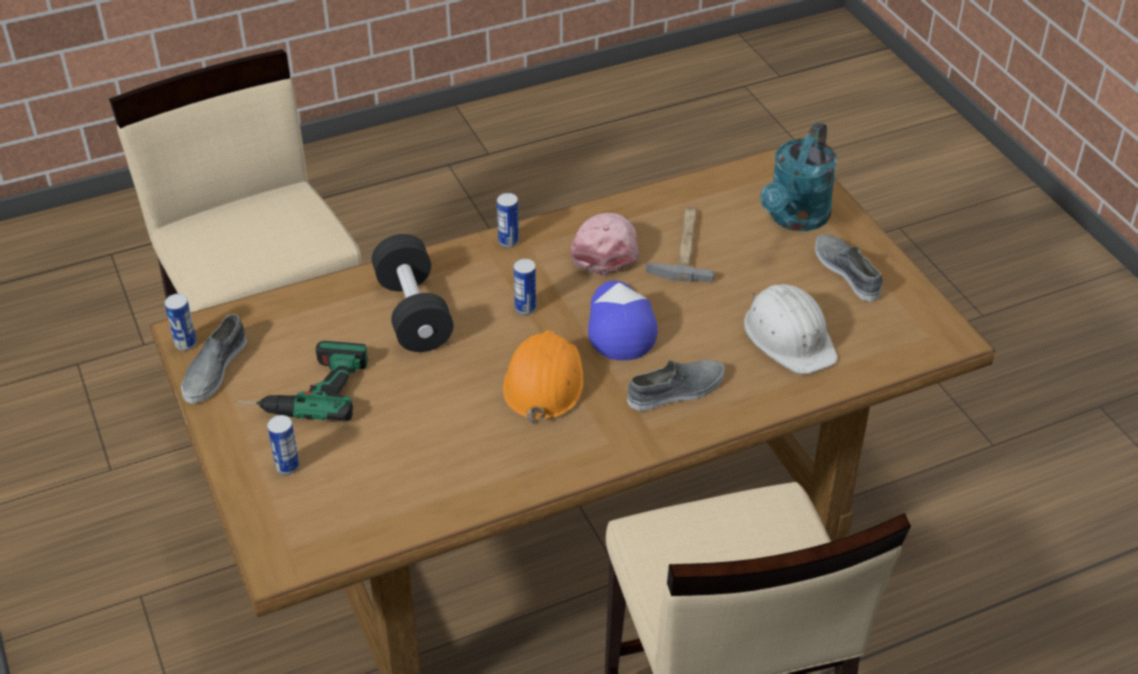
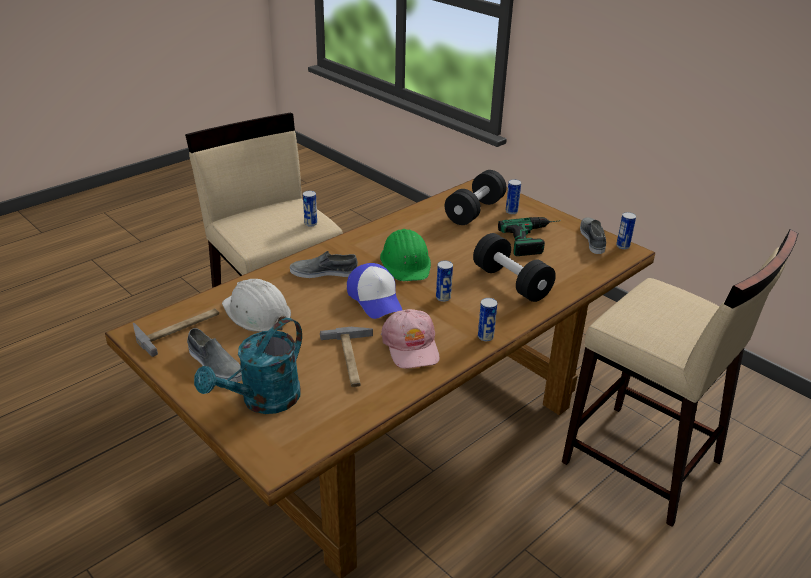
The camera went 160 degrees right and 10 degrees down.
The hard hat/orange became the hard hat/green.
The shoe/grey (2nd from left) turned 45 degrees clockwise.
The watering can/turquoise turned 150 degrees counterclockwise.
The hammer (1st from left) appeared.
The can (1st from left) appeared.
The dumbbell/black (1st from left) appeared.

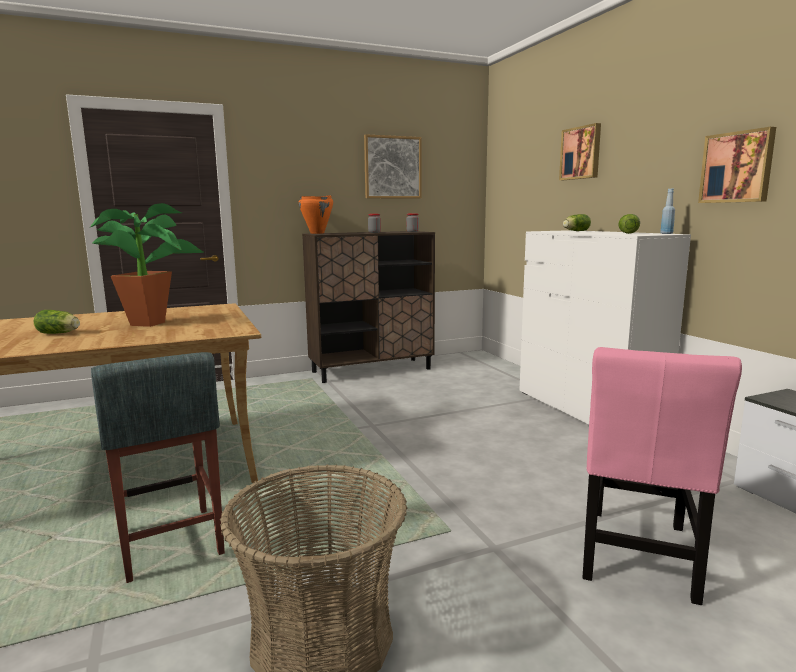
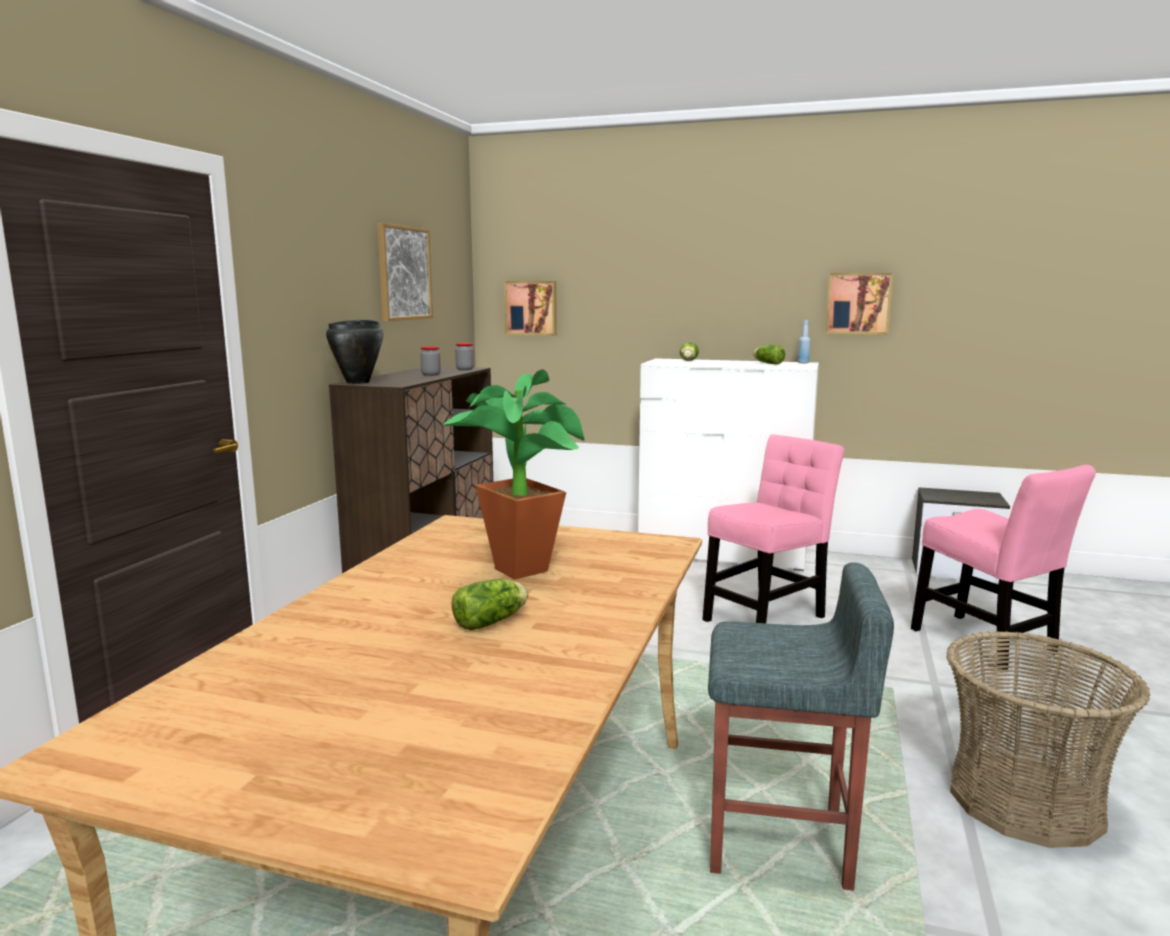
The camera went 50 degrees left and 0 degrees up.
The cooking pot/orange became the cooking pot/black.
The picture (2nd from left) moved.
The chair/pink (1st from left) appeared.

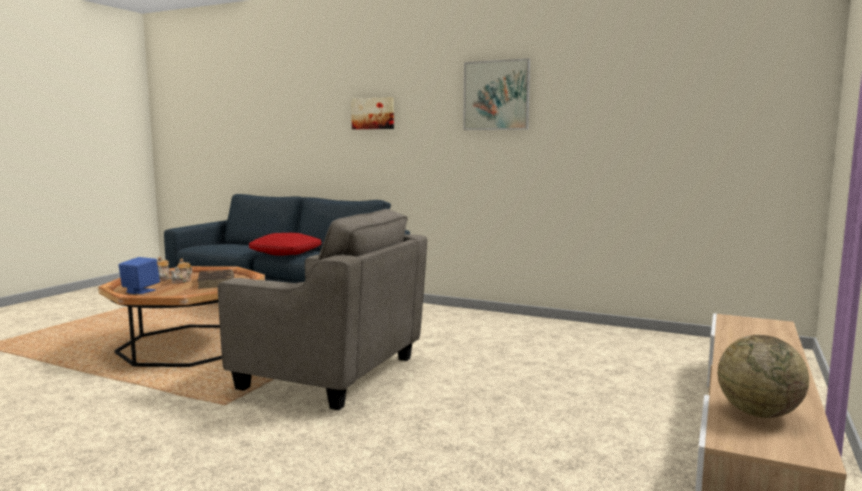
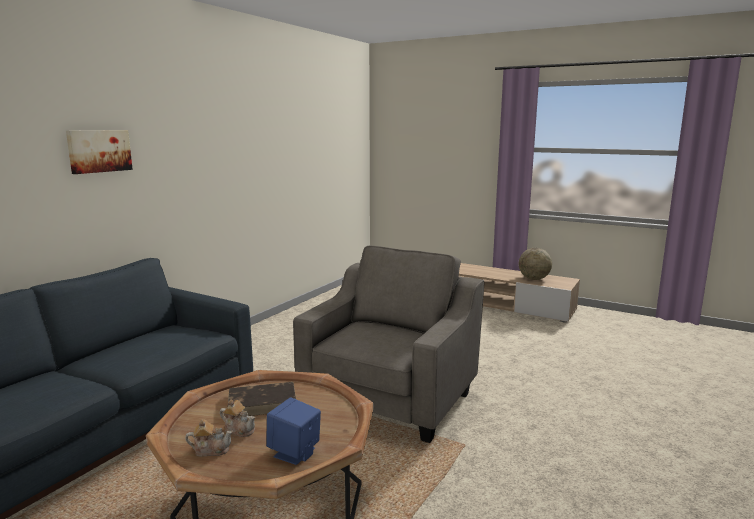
The camera went 85 degrees left and 5 degrees up.
The pillow/red disappeared.
The picture (2nd from left) disappeared.

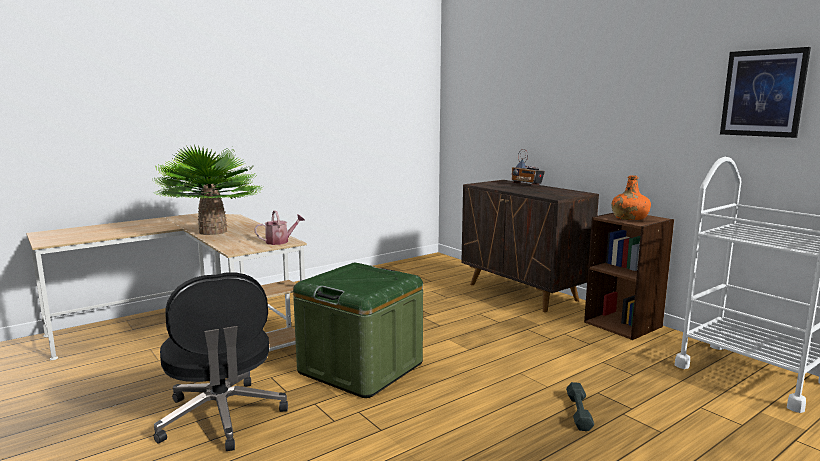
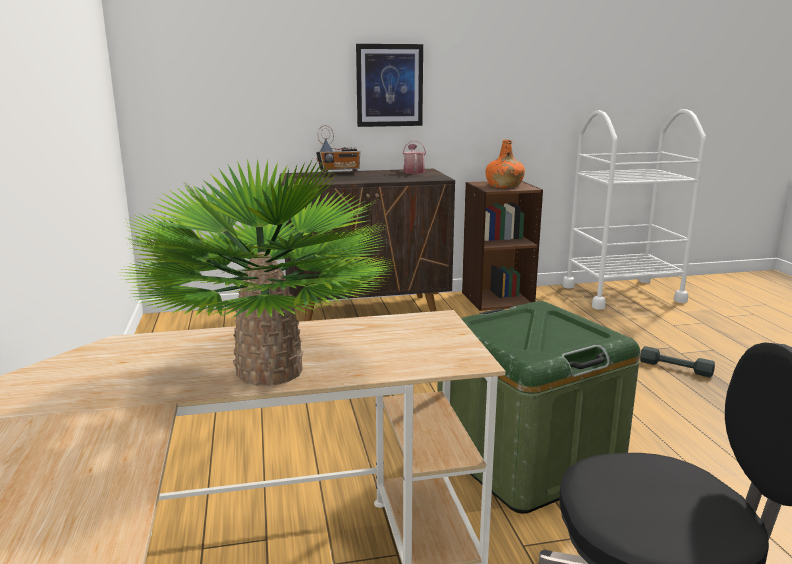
The camera went 65 degrees left and 5 degrees up.
The watering can moved.
The picture moved.

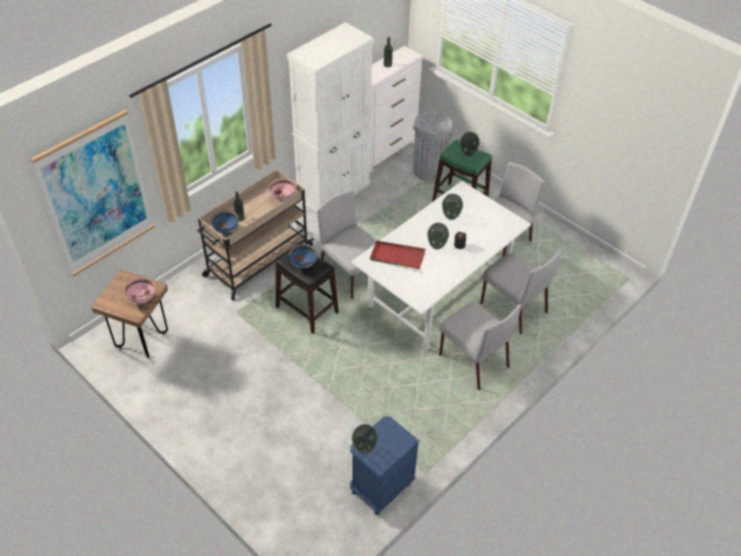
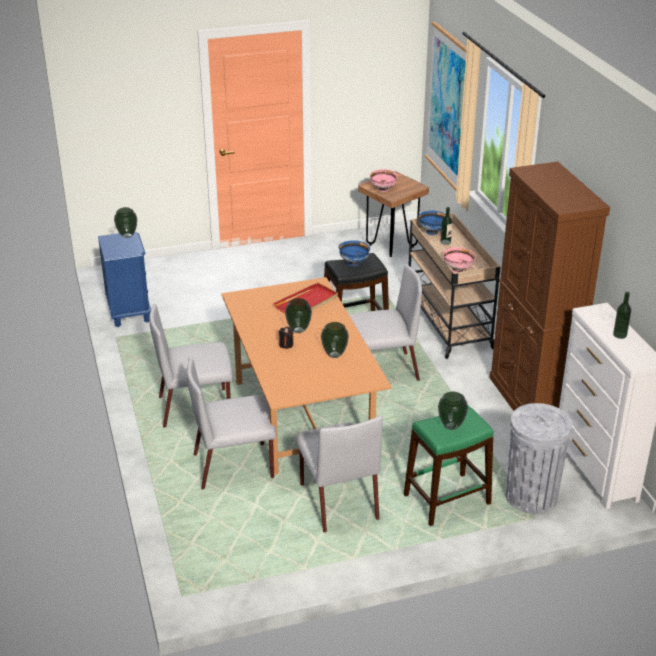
The camera went 120 degrees right and 15 degrees down.
The cabinet/white became the cabinet/brown.
The dining table/white became the dining table/brown.

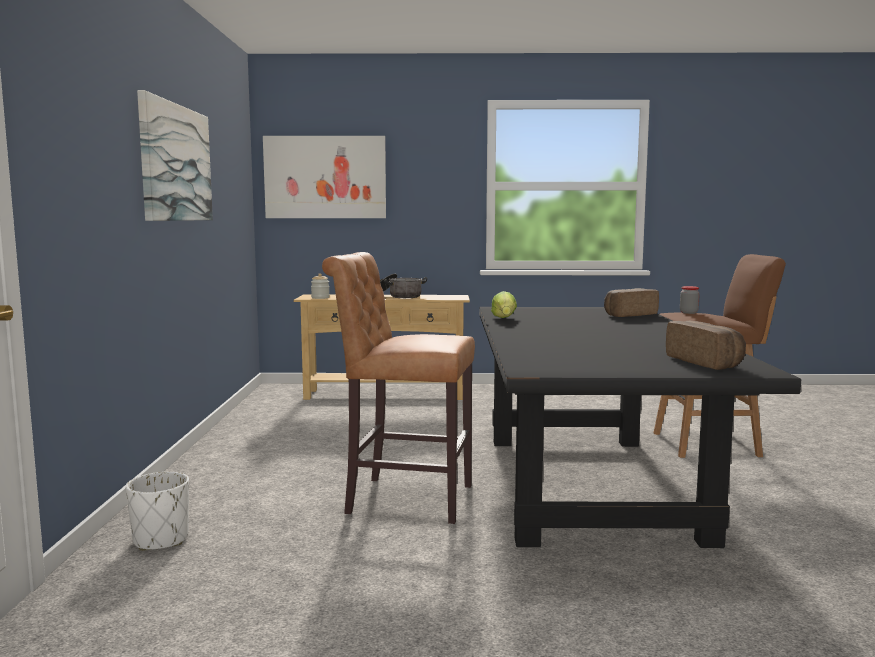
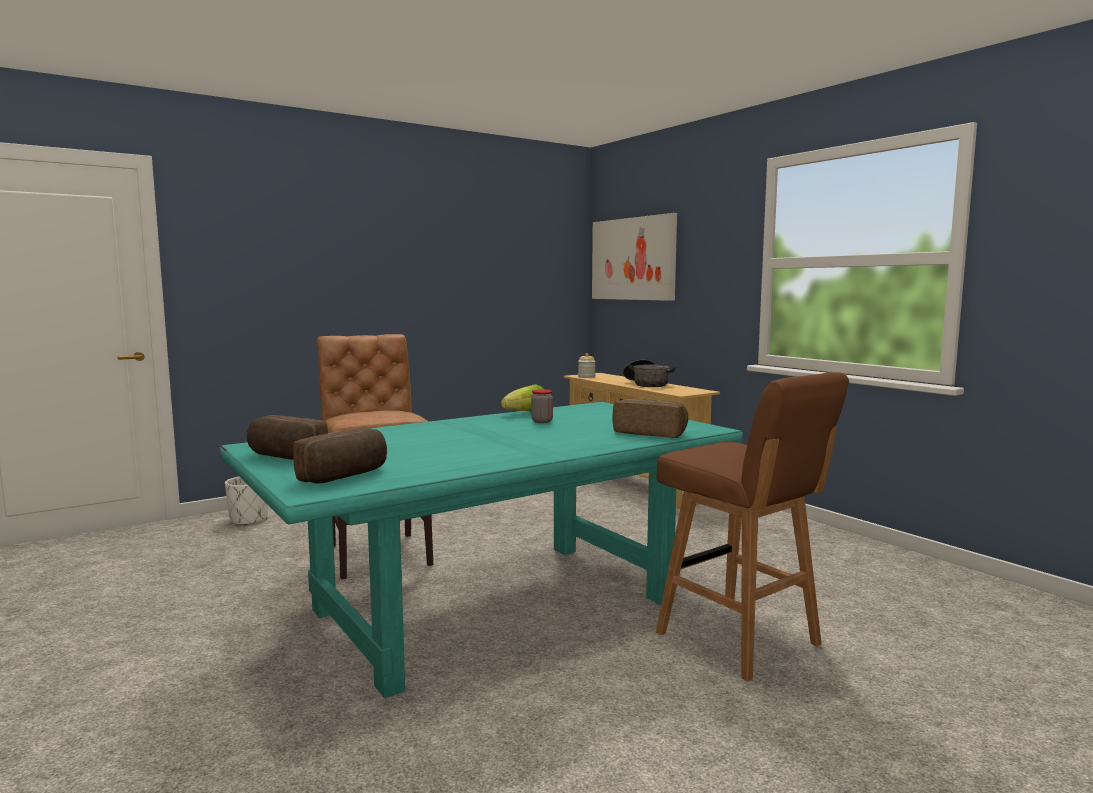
The camera went 55 degrees right and 0 degrees up.
The picture (1st from left) disappeared.
The dining table/black became the dining table/turquoise.
The jar (2nd from left in the first image) moved.
The bread (1st from left) appeared.

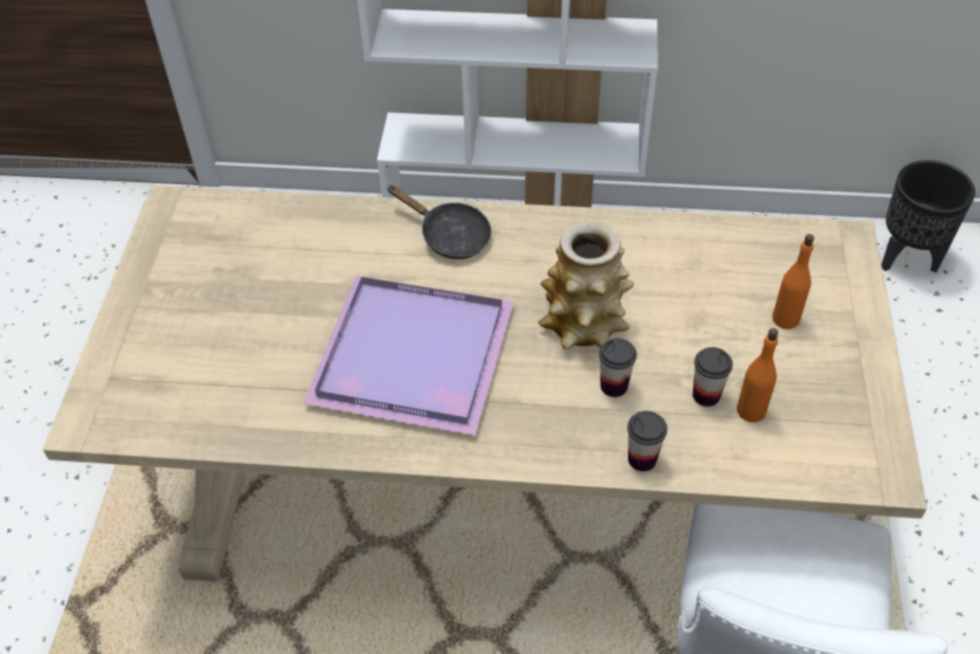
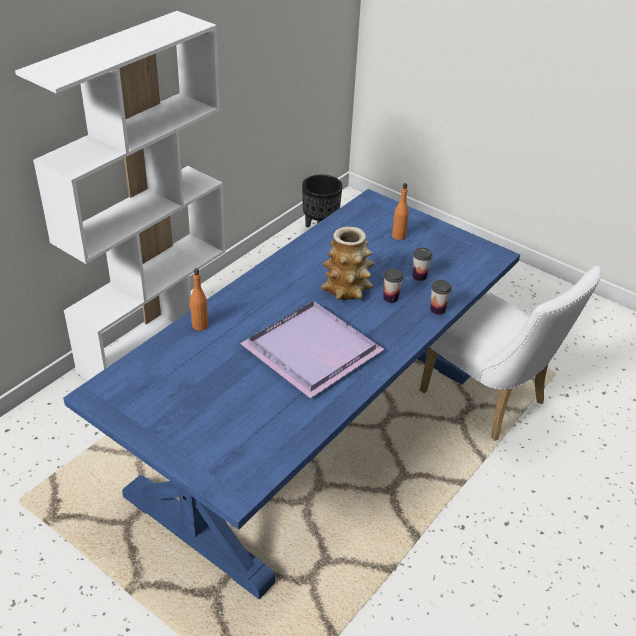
The camera went 60 degrees left and 10 degrees down.
The dining table/beige became the dining table/blue.
The frying pan/black disappeared.
The bottle/orange (1st from left) moved.

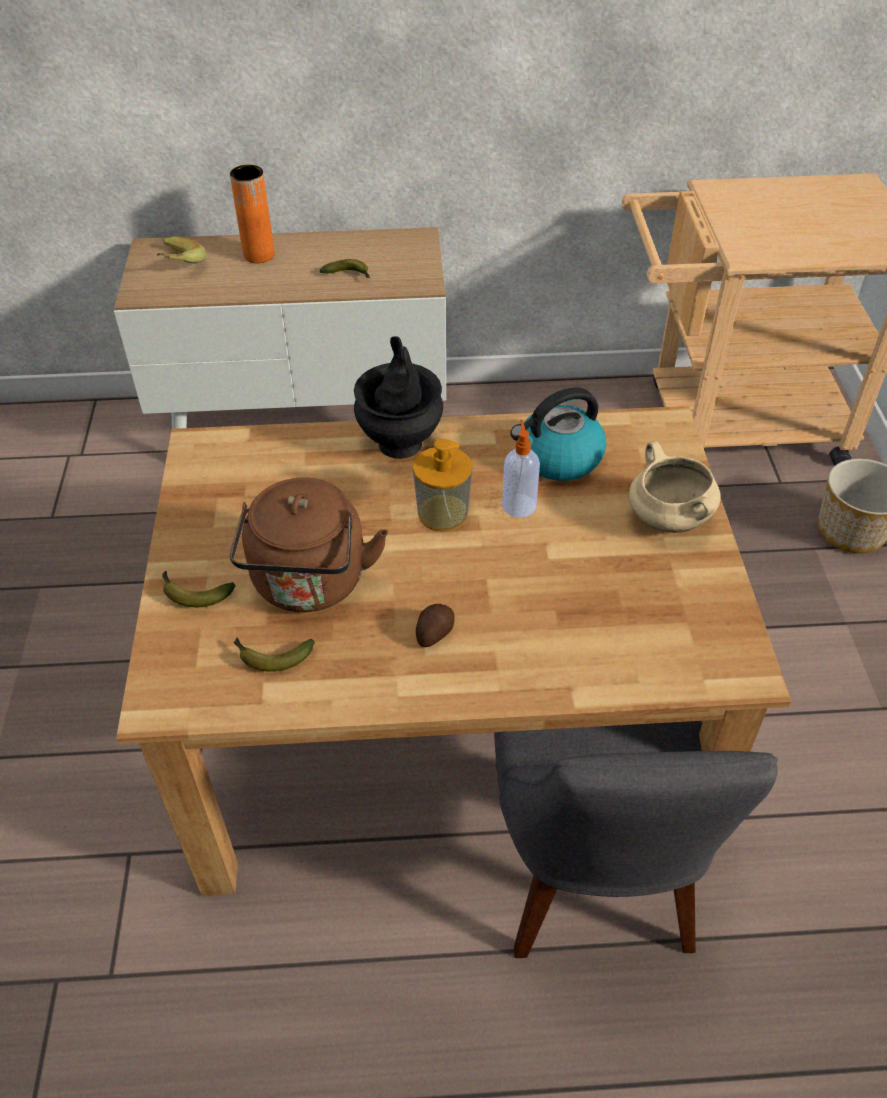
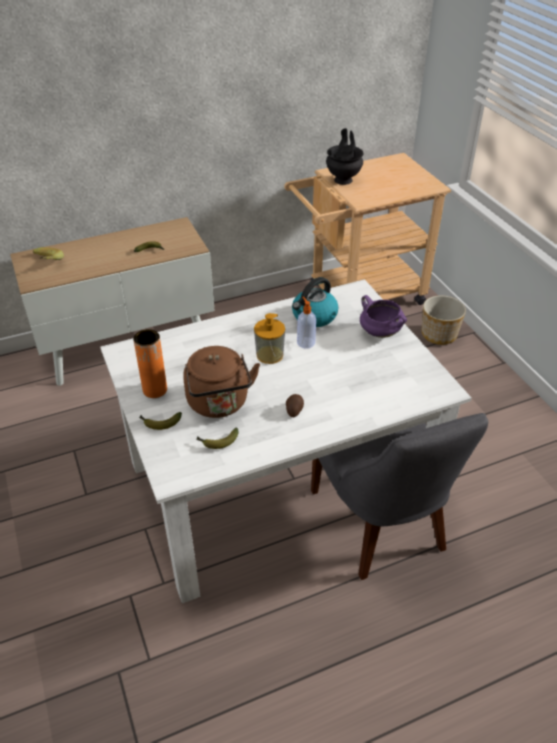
The camera went 20 degrees left and 5 degrees down.
The dining table/brown became the dining table/white.
The vase/orange moved.
The vase/black moved.
The cooking pot/beige became the cooking pot/purple.

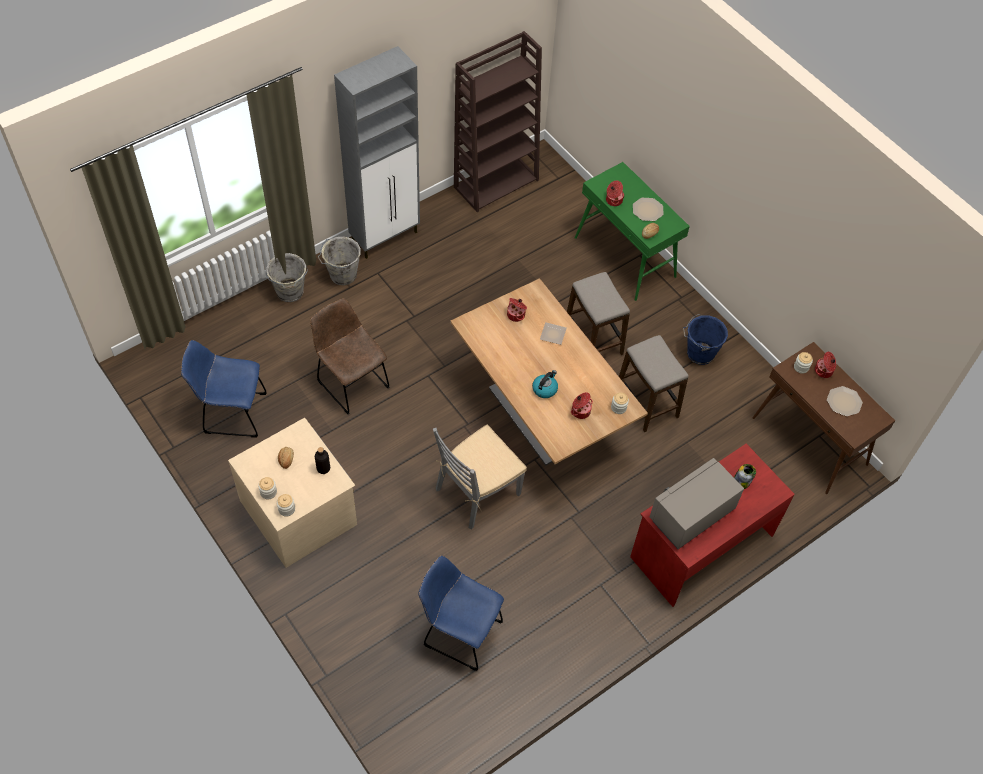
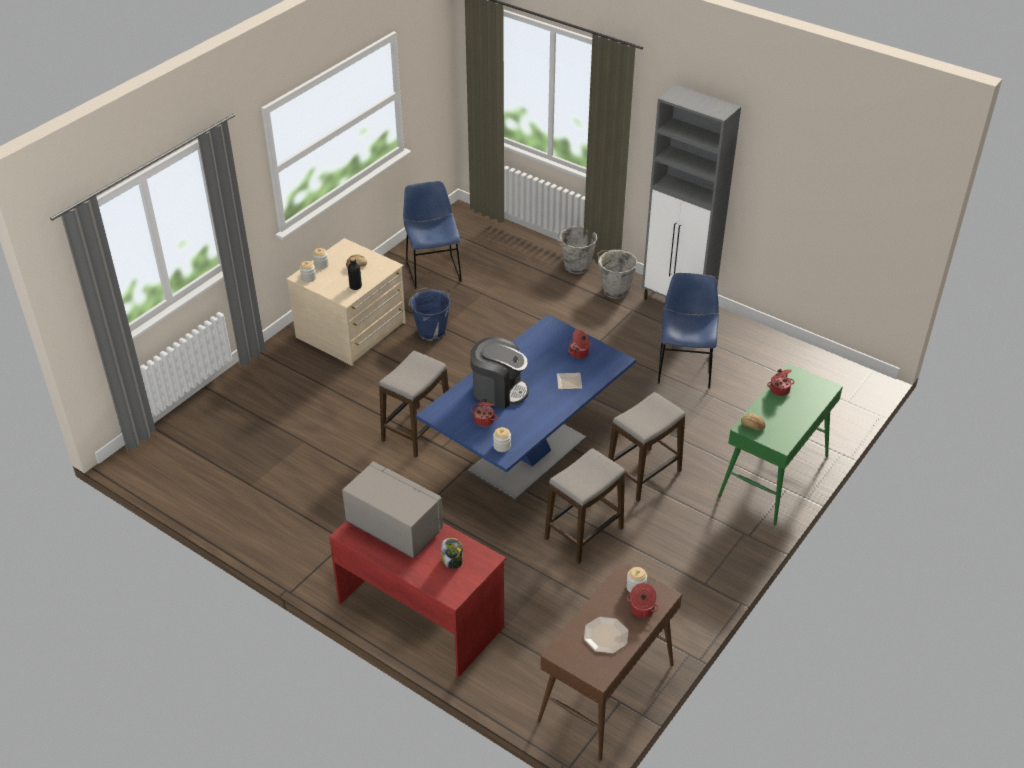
The camera went 75 degrees right and 15 degrees down.
The chair/brown disappeared.
The chair/blue (2nd from left) moved.
The chair/grey was replaced by the stool (1st from left).
The dining table/brown became the dining table/blue.
The bookcase/brown disappeared.
The kettle was replaced by the coffee machine.
The plate (2nd from left) disappeared.
The bucket/blue moved.

